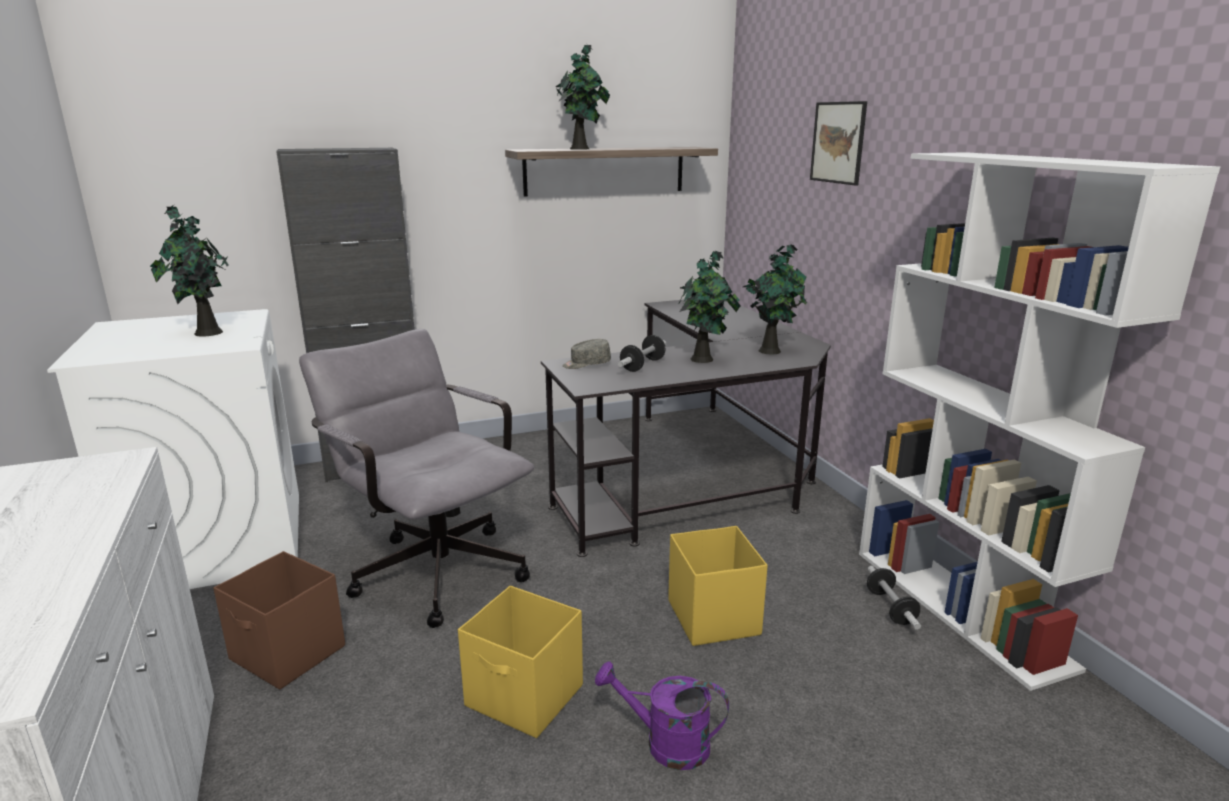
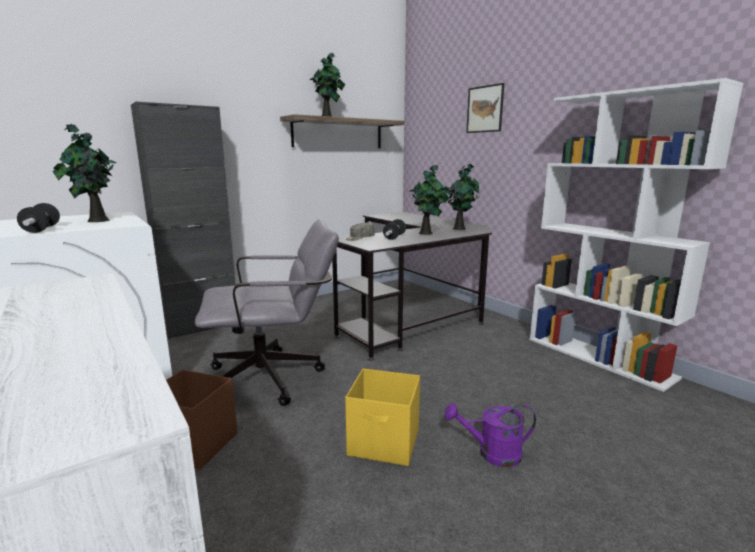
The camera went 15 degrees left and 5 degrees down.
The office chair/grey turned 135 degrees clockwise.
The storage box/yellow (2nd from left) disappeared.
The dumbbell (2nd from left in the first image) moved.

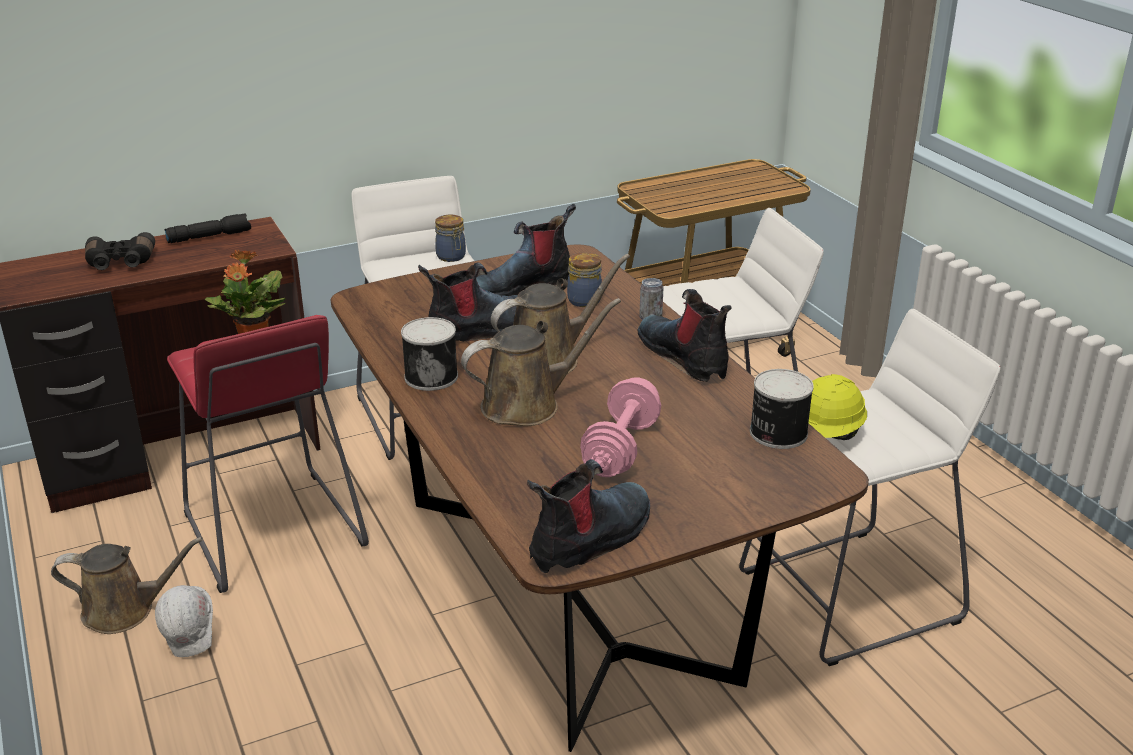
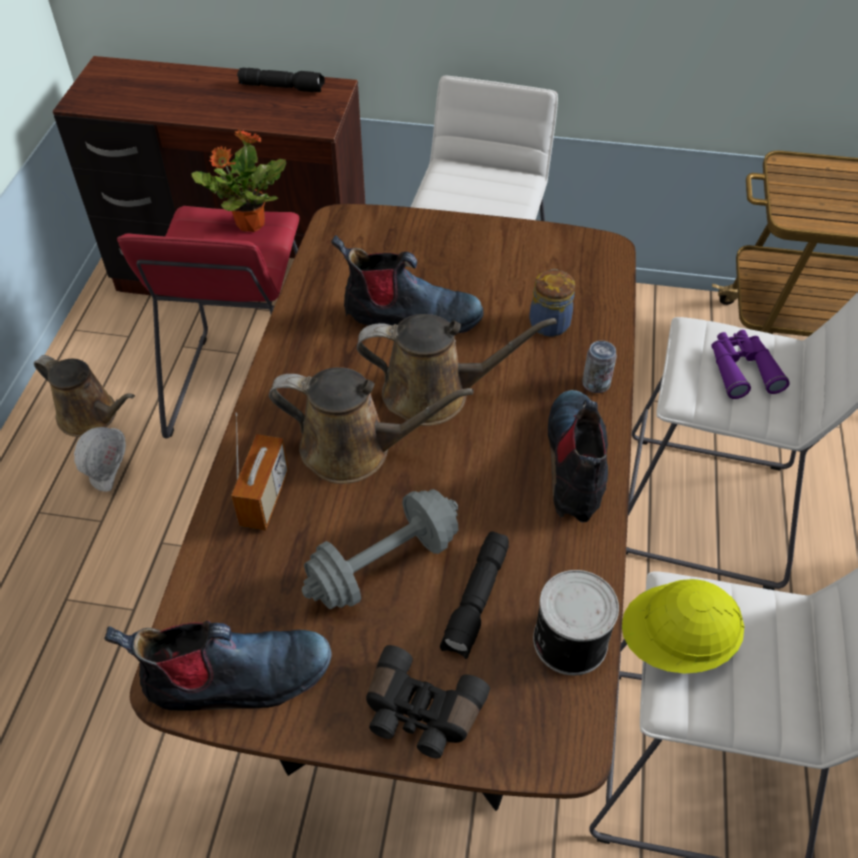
The camera went 35 degrees right and 20 degrees up.
The binoculars/black moved.
The can (1st from left) disappeared.
The jar (1st from left) disappeared.
The boot (2nd from left) disappeared.
The dumbbell/pink became the dumbbell/grey.
The radio appeared.
The flashlight/black (2nd from left) appeared.
The binoculars/purple appeared.

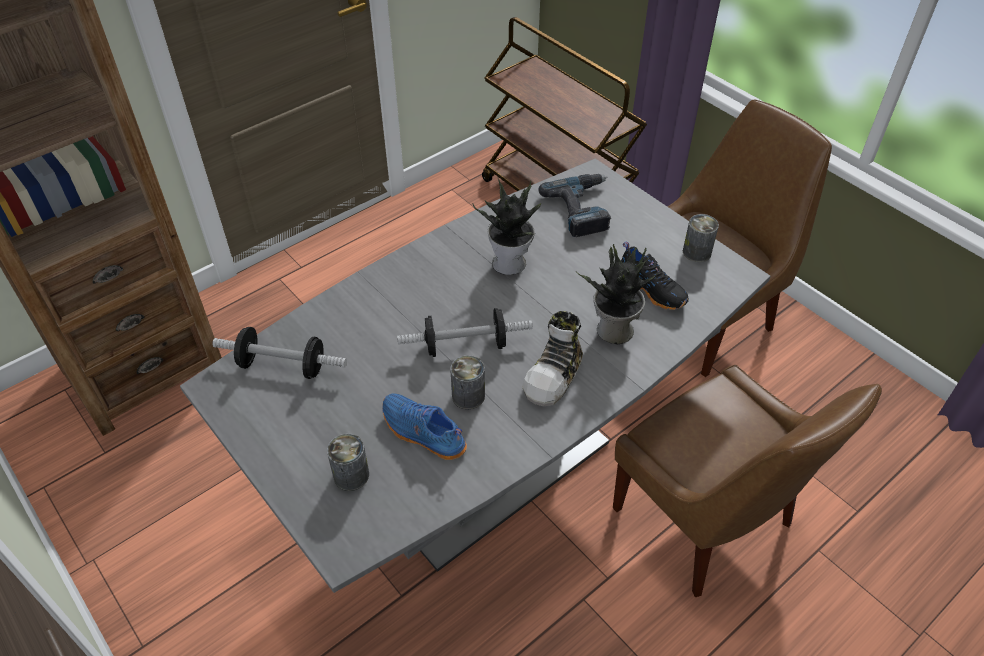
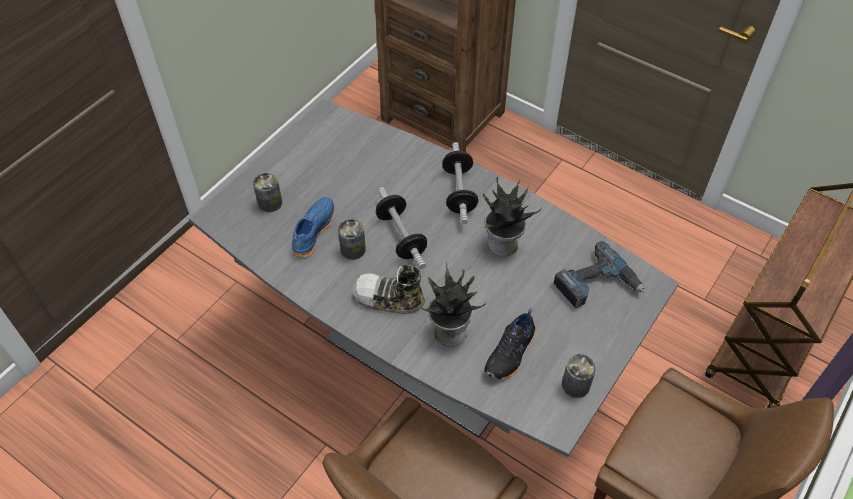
The camera went 75 degrees right and 5 degrees up.
The dumbbell (1st from left in the first image) moved.

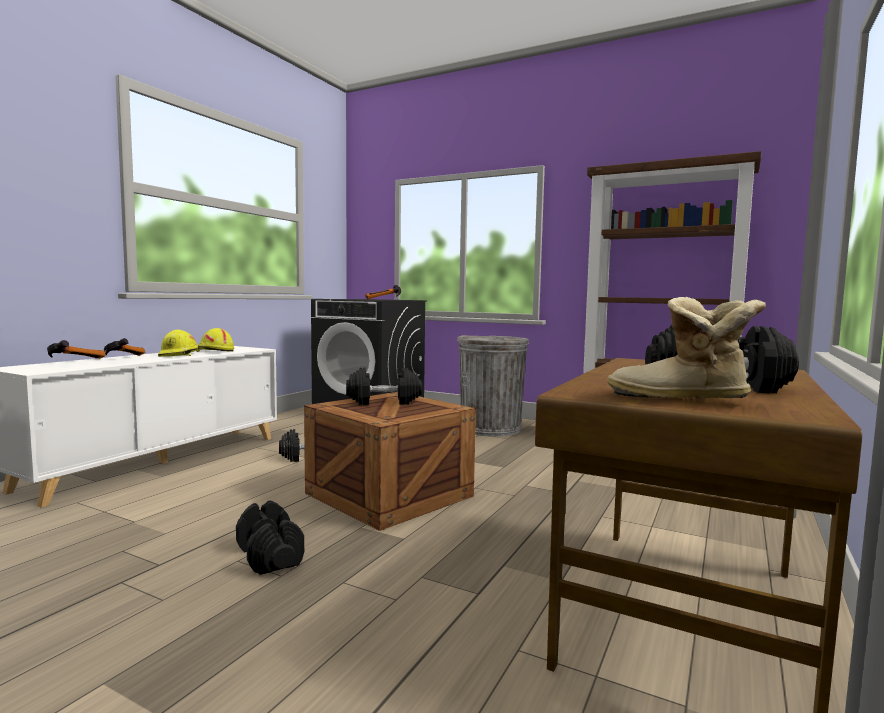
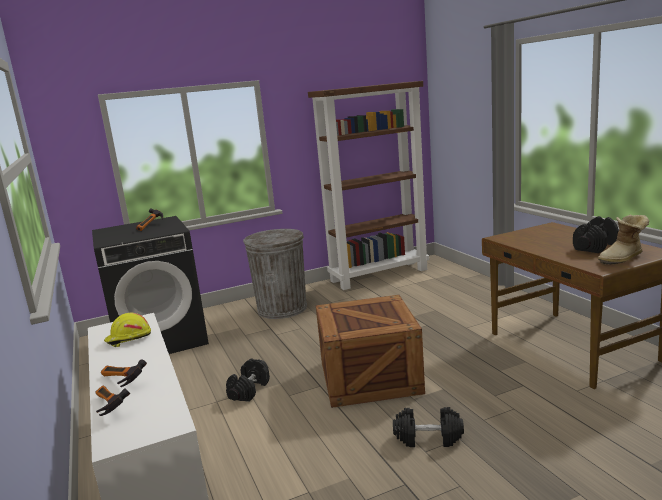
The camera went 50 degrees left and 10 degrees up.
The hard hat/yellow (1st from left) disappeared.
The dumbbell/black (3rd from left) disappeared.

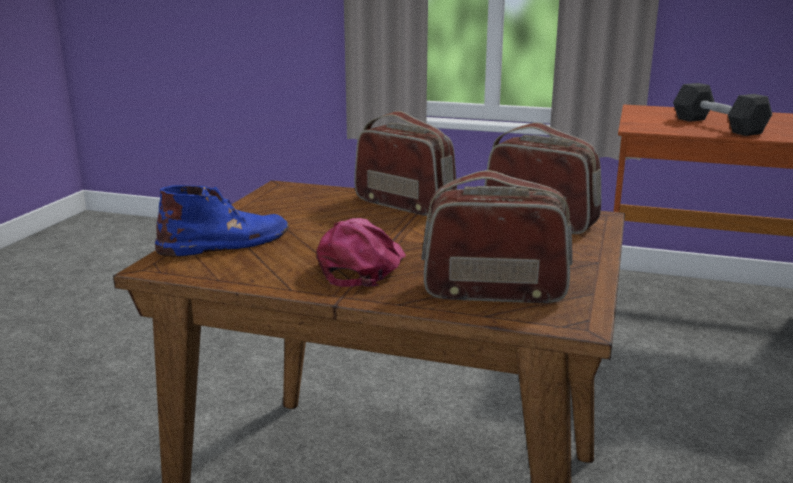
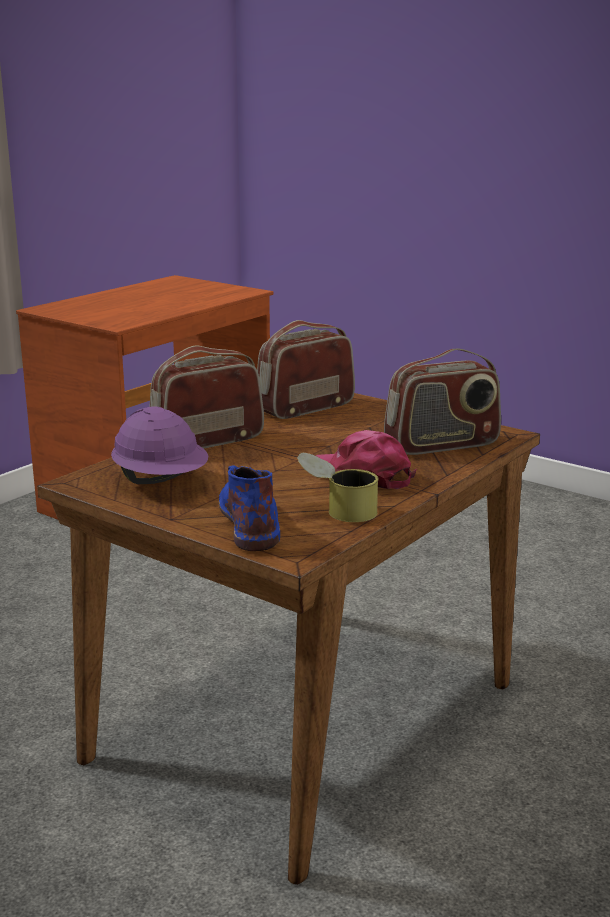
The camera went 70 degrees left and 0 degrees up.
The radio (2nd from left in the first image) turned 135 degrees counterclockwise.
The dumbbell/black disappeared.
The hard hat/purple appeared.
The can appeared.

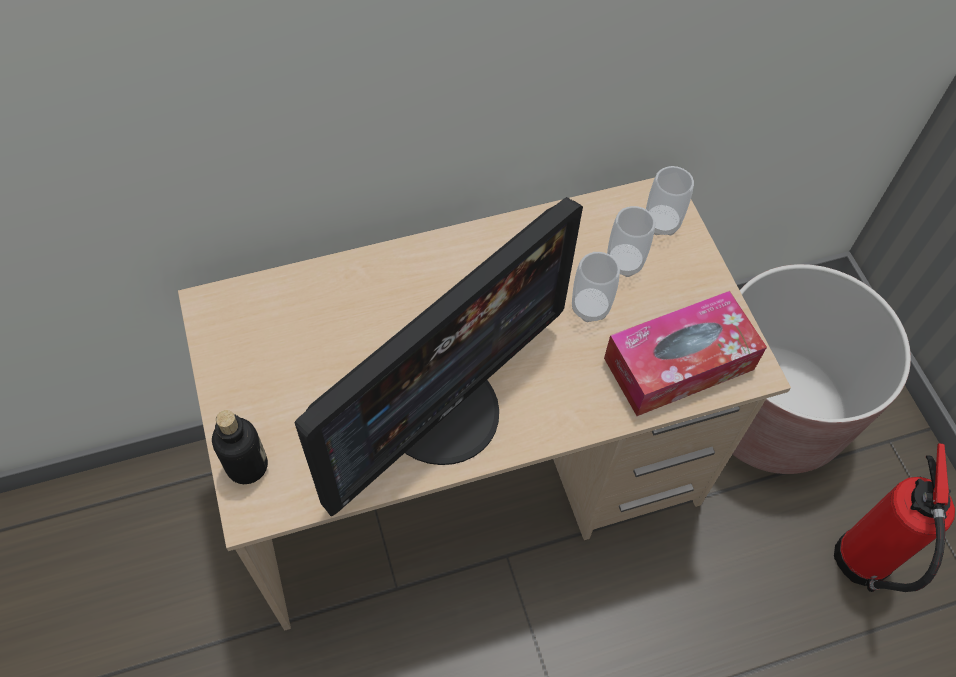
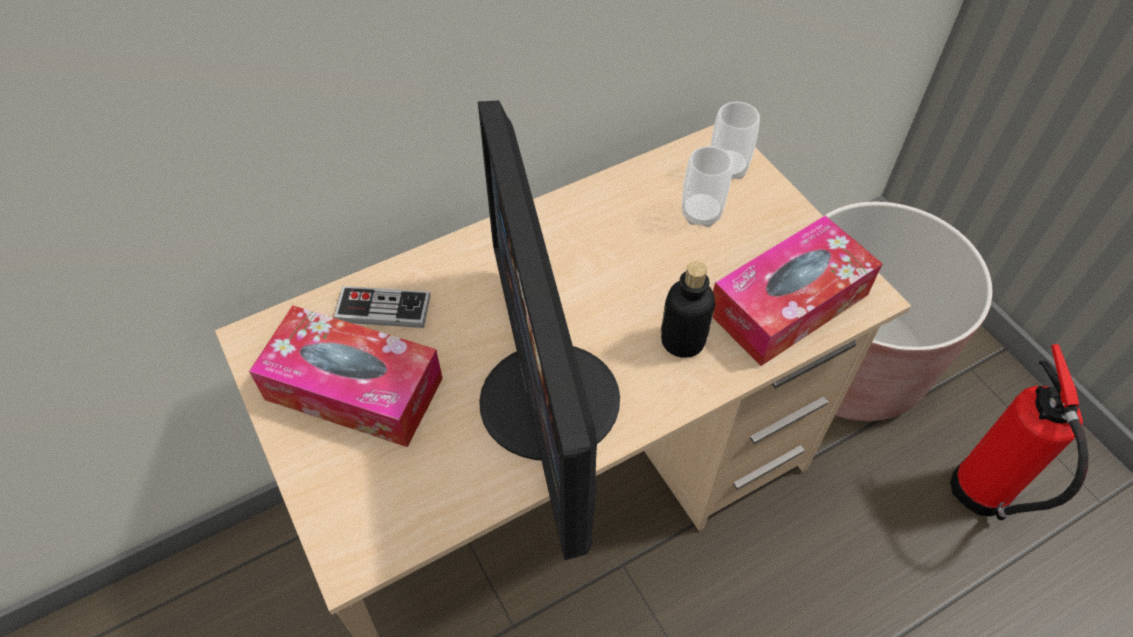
The camera went 10 degrees left and 5 degrees down.
The bottle moved.
The monitor turned 135 degrees clockwise.
The cup (1st from left) disappeared.
The tissue box (1st from left) appeared.
The game controller appeared.

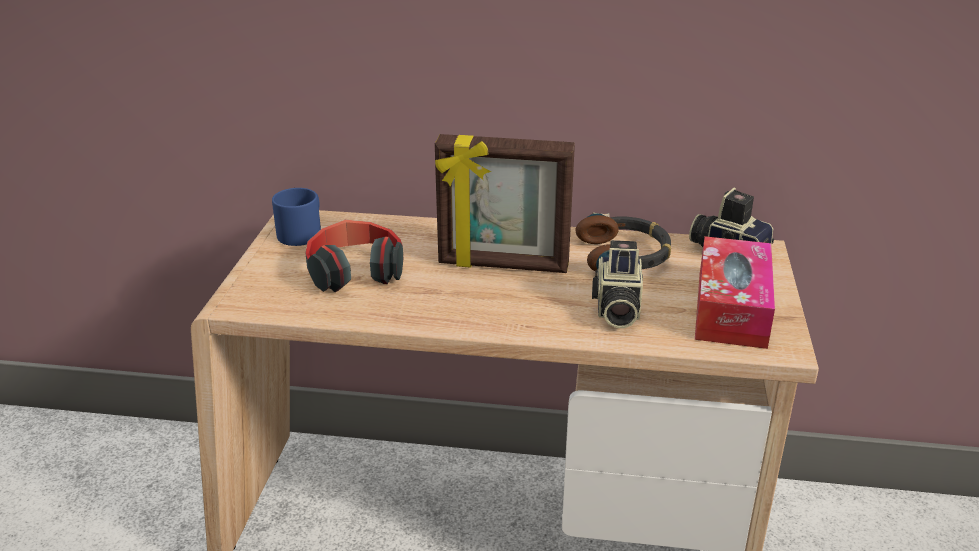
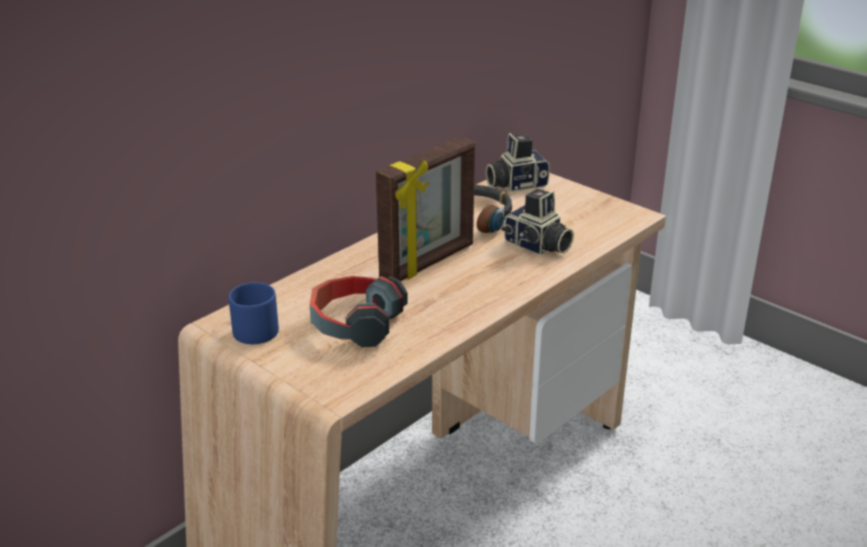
The camera went 55 degrees left and 0 degrees up.
The tissue box disappeared.

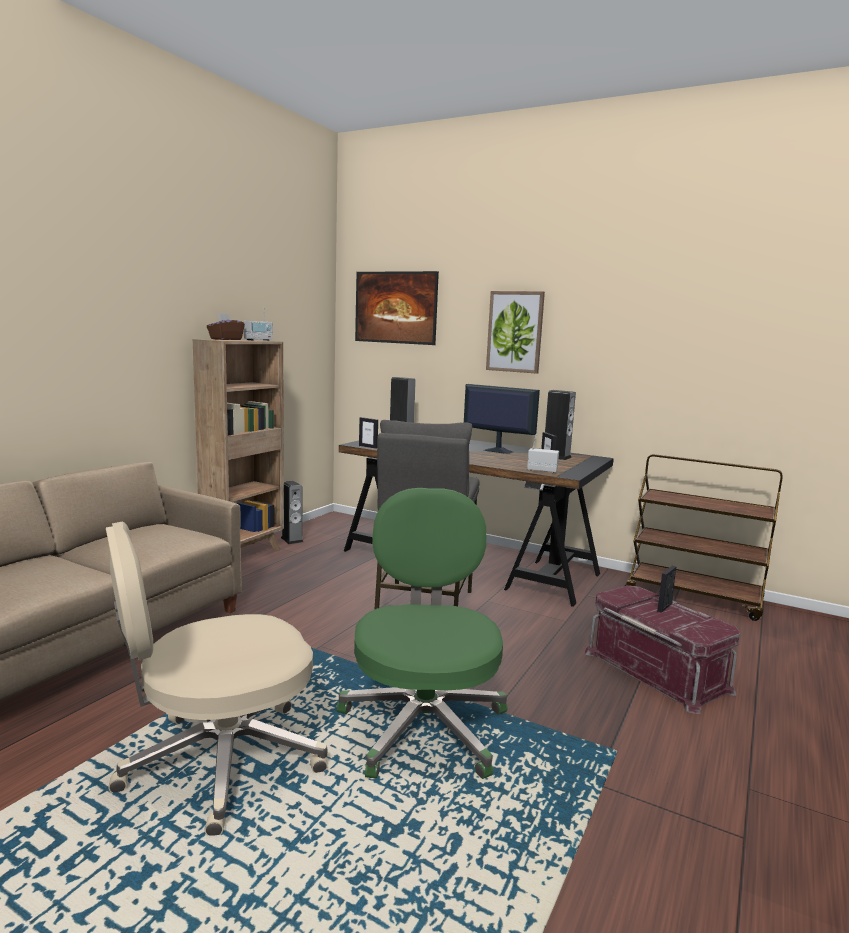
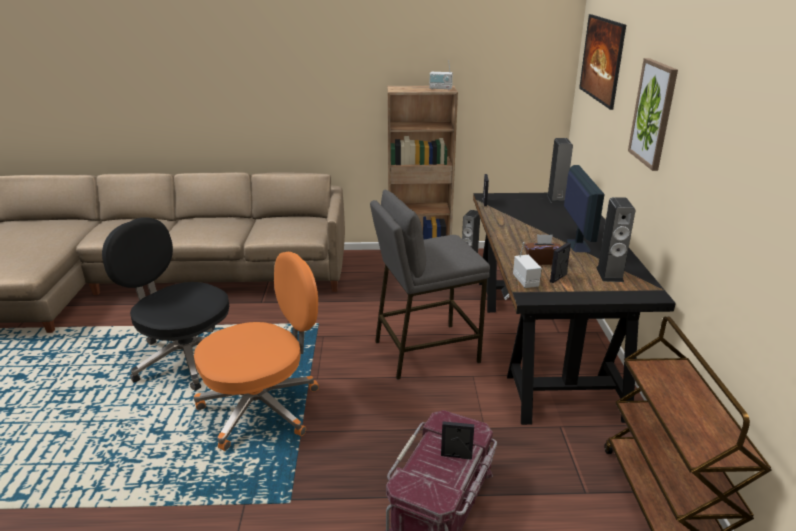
The camera went 60 degrees right and 15 degrees up.
The office chair/beige became the office chair/black.
The tissue box/brown moved.
The office chair/green became the office chair/orange.

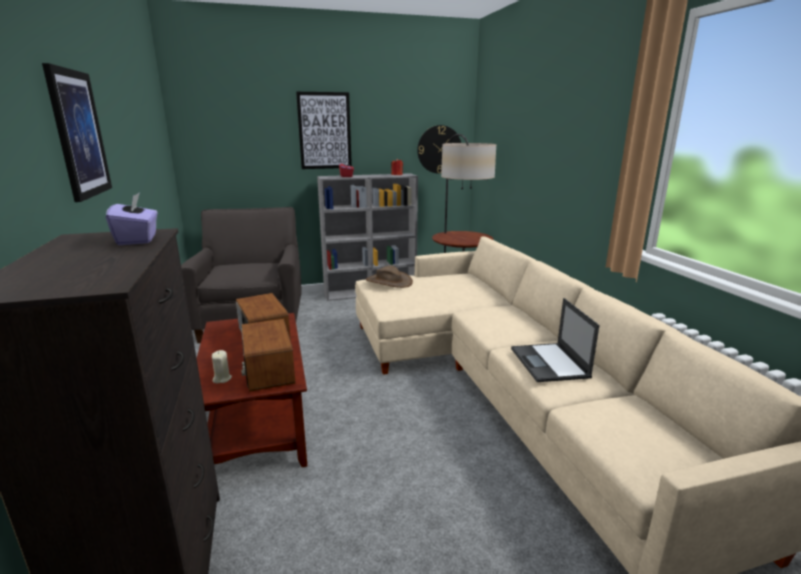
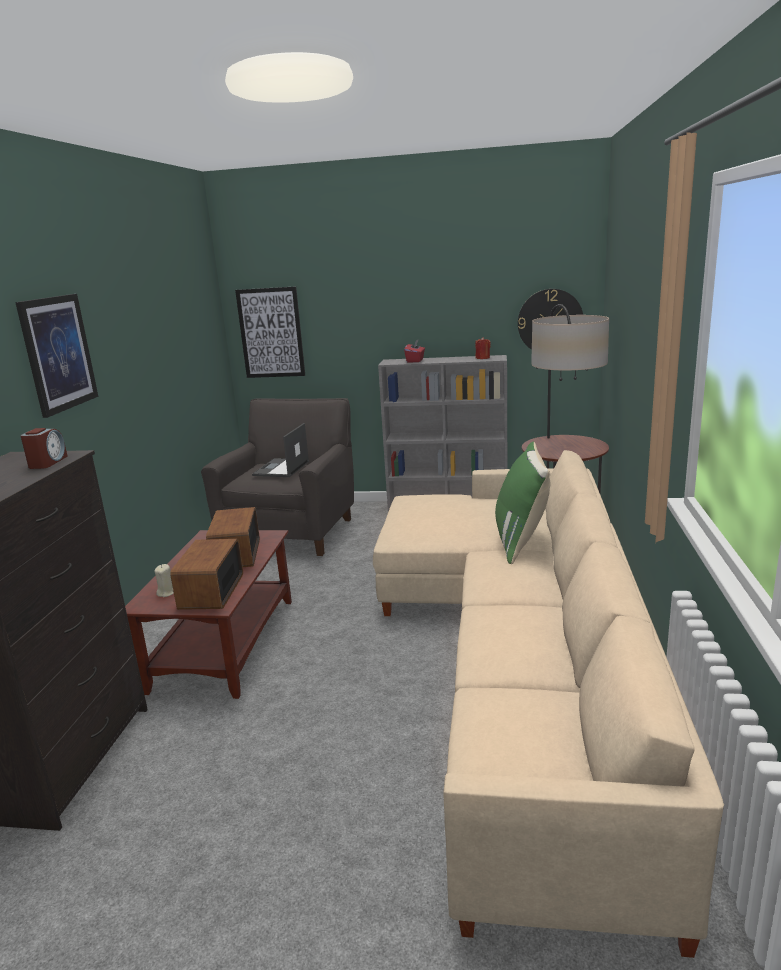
The camera went 25 degrees right and 0 degrees up.
The tissue box/purple was replaced by the alarm clock.
The picture (2nd from left) moved.
The hat/brown disappeared.
The laptop moved.
The pillow/green appeared.

